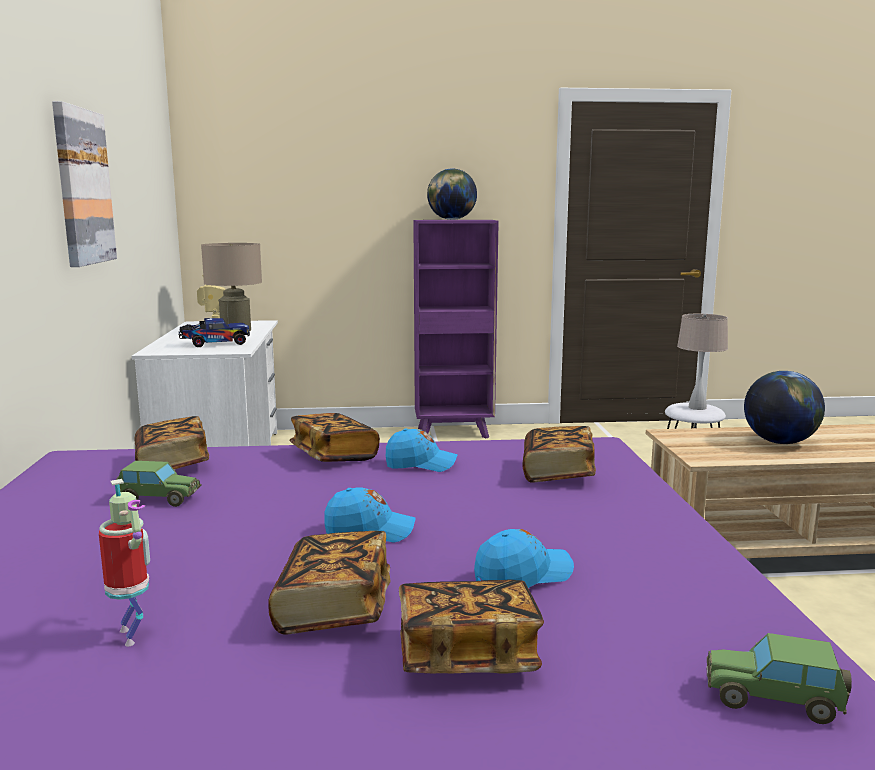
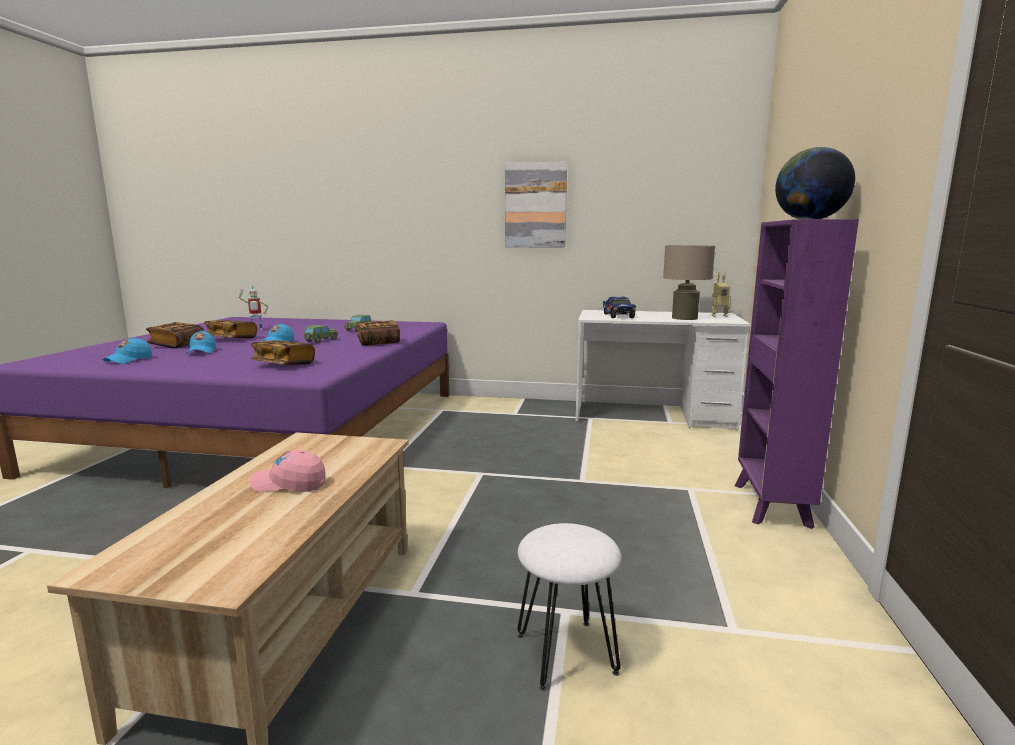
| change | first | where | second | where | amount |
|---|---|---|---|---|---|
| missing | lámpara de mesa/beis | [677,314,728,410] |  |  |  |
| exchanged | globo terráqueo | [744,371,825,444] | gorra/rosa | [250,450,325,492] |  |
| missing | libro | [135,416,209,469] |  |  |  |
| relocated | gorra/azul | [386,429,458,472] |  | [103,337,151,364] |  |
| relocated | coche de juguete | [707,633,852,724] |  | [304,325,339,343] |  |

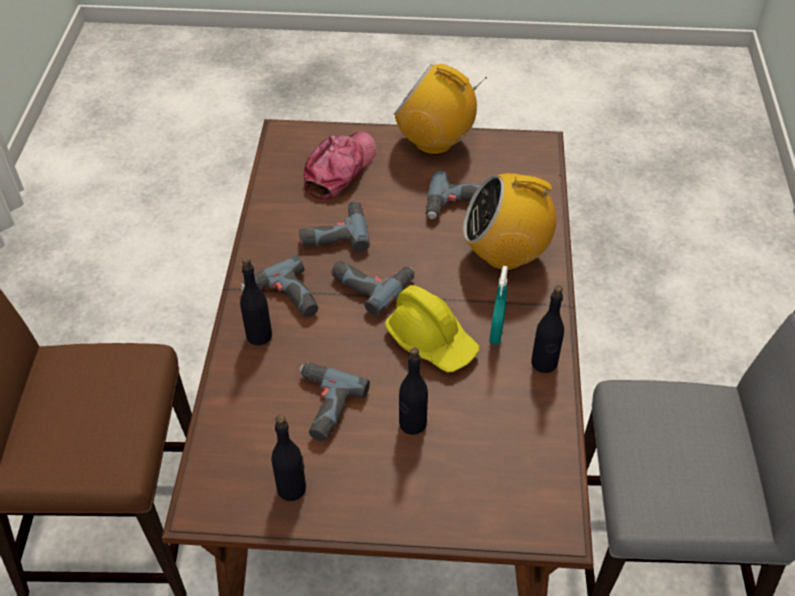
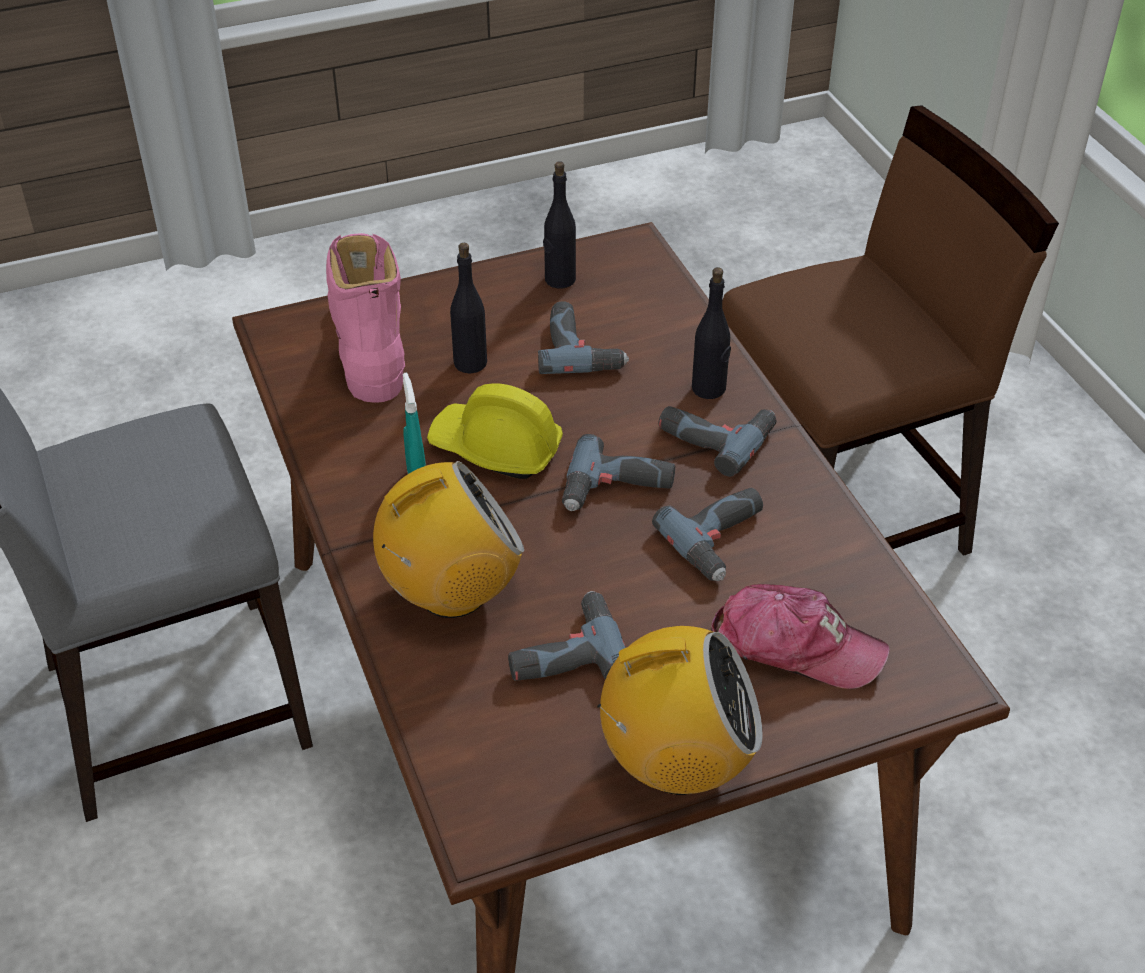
| change | first | where | second | where | amount |
|---|---|---|---|---|---|
| spun | gorra | [304,131,376,199] |  | [711,584,890,689] | 75 degrees counterclockwise |
| missing | botella/negro | [531,285,564,373] |  |  |  |
| appeared |  |  | bota/rosa | [326,233,405,403] |  |

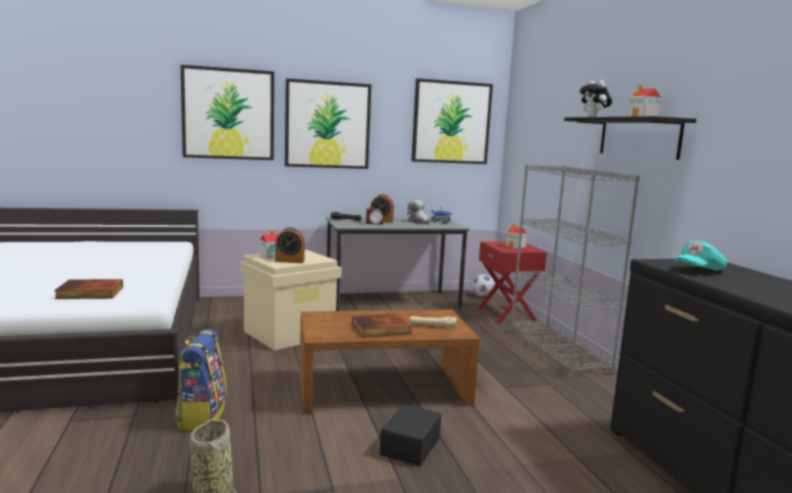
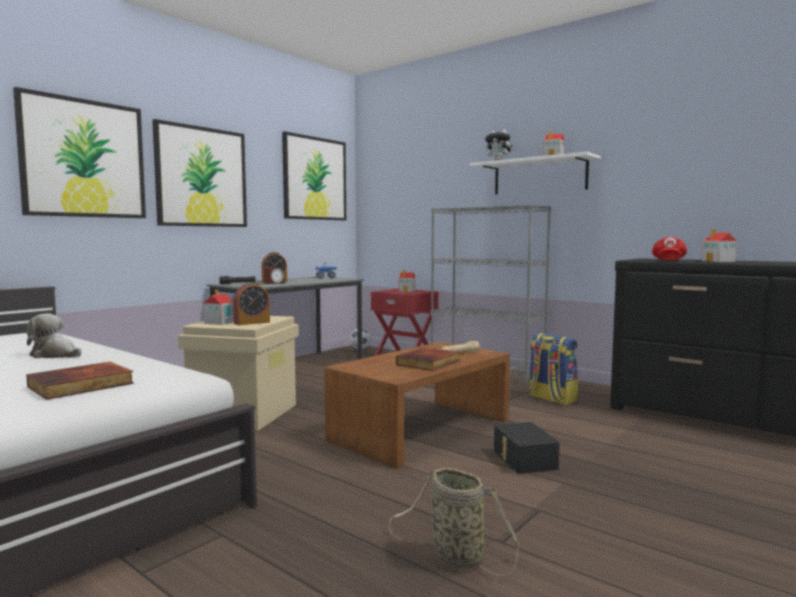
| change | first | where | second | where | amount |
|---|---|---|---|---|---|
| colour | estante/negro | [564,116,696,160] | estante/blanco | [470,152,601,194] |  |
| relocated | peluche | [407,200,430,224] |  | [26,313,81,358] |  |
| colour | gorra/turquesa | [675,240,727,271] | gorra/rojo | [652,237,687,260] |  |
| relocated | mochila | [174,329,227,430] |  | [528,333,578,405] |  |
| appeared |  |  | casita | [702,229,737,262] |  |

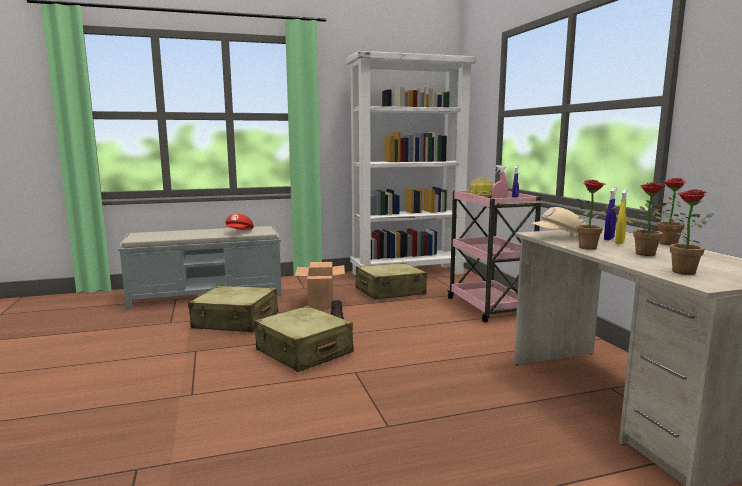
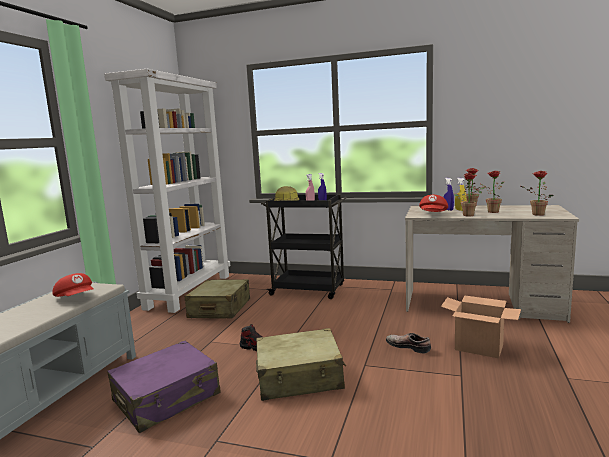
| change | first | where | second | where | amount |
|---|---|---|---|---|---|
| colour | carrito/rosa | [447,190,543,322] | carrito/negro | [261,194,347,299] |  |
| colour | gorra/beis | [531,207,586,236] | gorra/rojo | [419,195,448,212] |  |
| relocated | caja de cartón | [295,262,345,310] |  | [441,295,521,358] |  |
| colour | maleta/beis | [188,286,278,332] | maleta/morado | [107,340,221,433] |  |
| appeared |  |  | zapato | [386,333,431,353] |  |

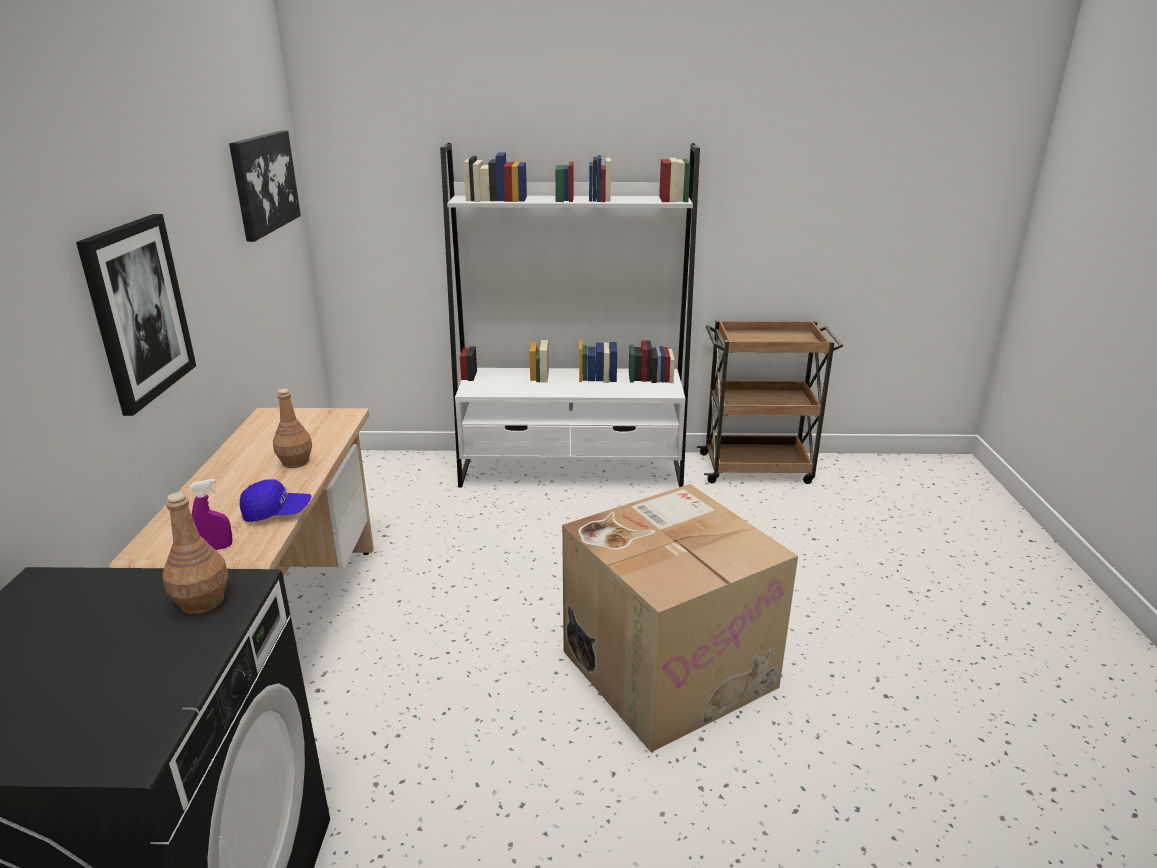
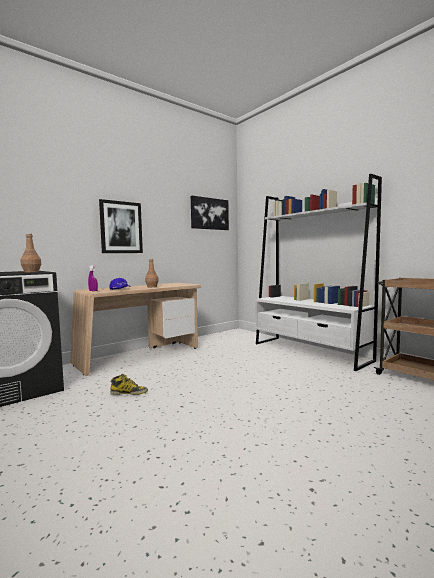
| change | first | where | second | where | amount |
|---|---|---|---|---|---|
| missing | caja de cartón | [562,484,798,752] |  |  |  |
| appeared |  |  | bota | [110,374,148,395] |  |

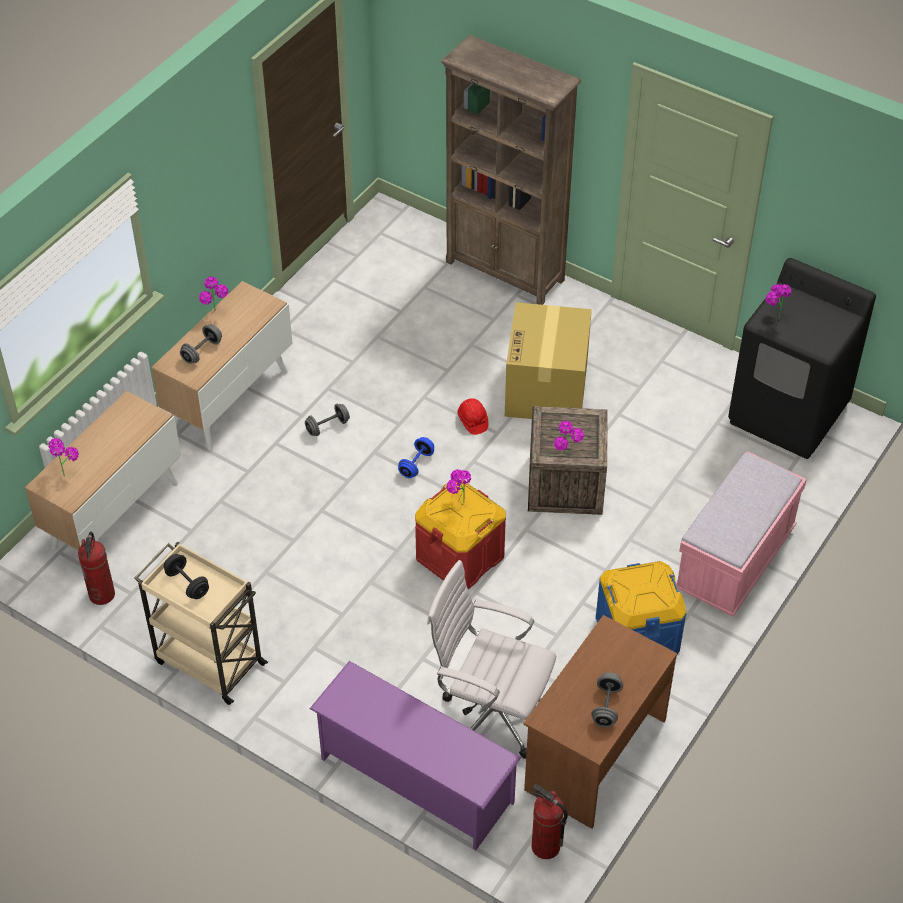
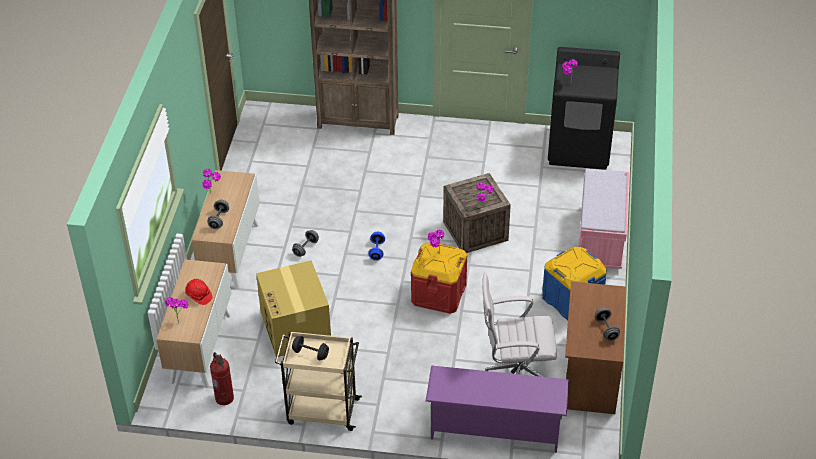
| change | first | where | second | where | amount |
|---|---|---|---|---|---|
| relocated | caja de cartón | [505,302,592,419] |  | [256,260,331,357] |  |
| relocated | casco/rojo | [457,398,488,435] |  | [185,279,213,305] |  |
| missing | extintor | [532,784,568,859] |  |  |  |

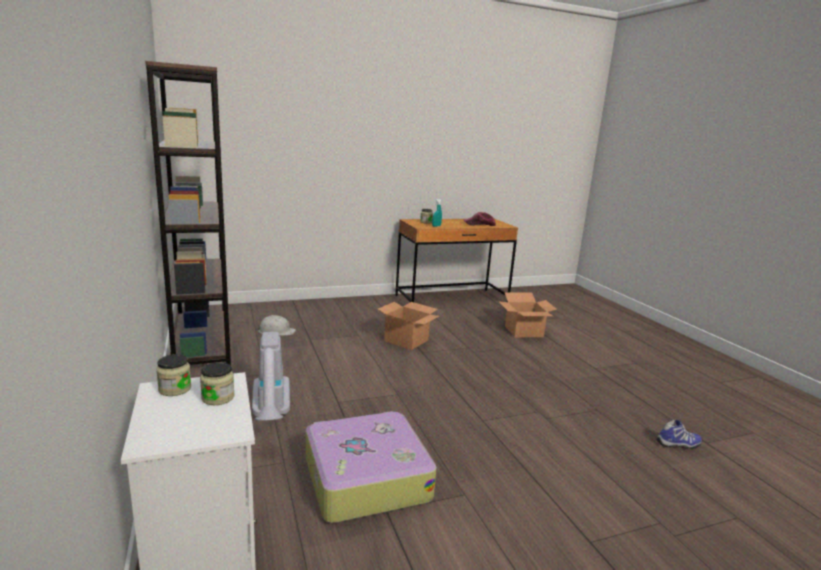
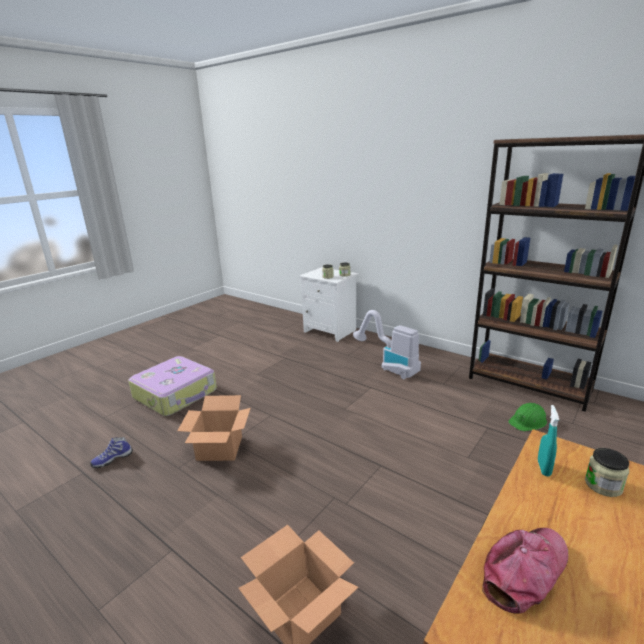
| change | first | where | second | where | amount |
|---|---|---|---|---|---|
| relocated | caja de cartón | [378,302,439,350] |  | [177,395,251,461] |  |
| colour | casco/blanco | [256,315,296,336] | casco/verde | [508,403,547,431] |  |
| relocated | maleta | [306,411,437,523] |  | [128,356,217,416] |  |

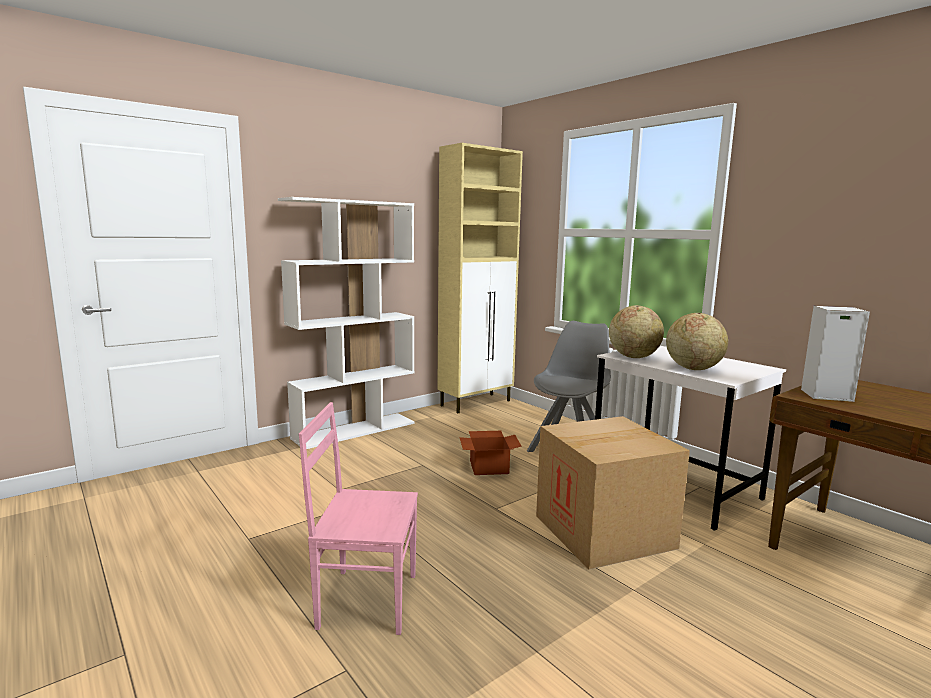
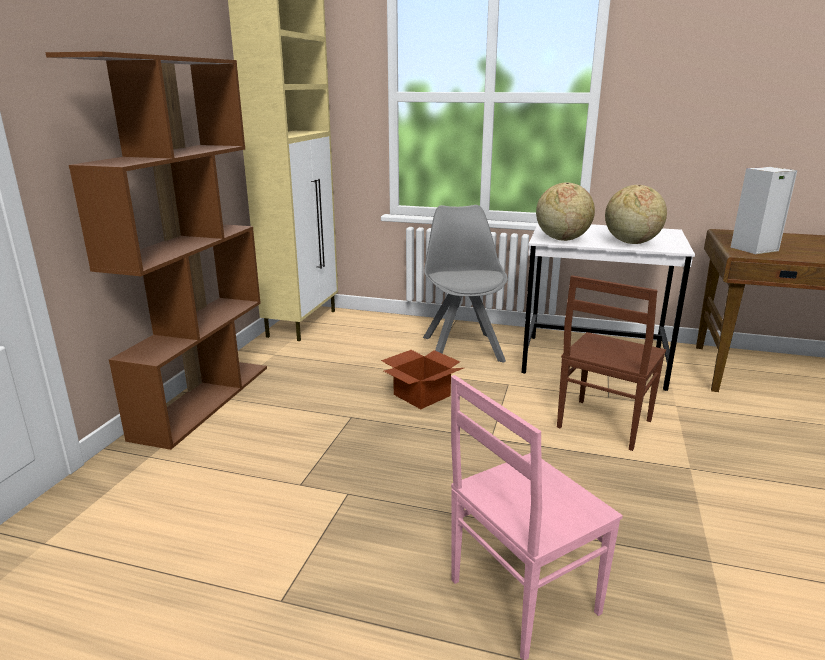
| change | first | where | second | where | amount |
|---|---|---|---|---|---|
| colour | estantería/blanco | [278,197,415,449] | estantería/marrón | [45,51,267,450] |  |
| exchanged | caja de cartón | [536,416,690,570] | silla/marrón | [557,275,666,451] |  |

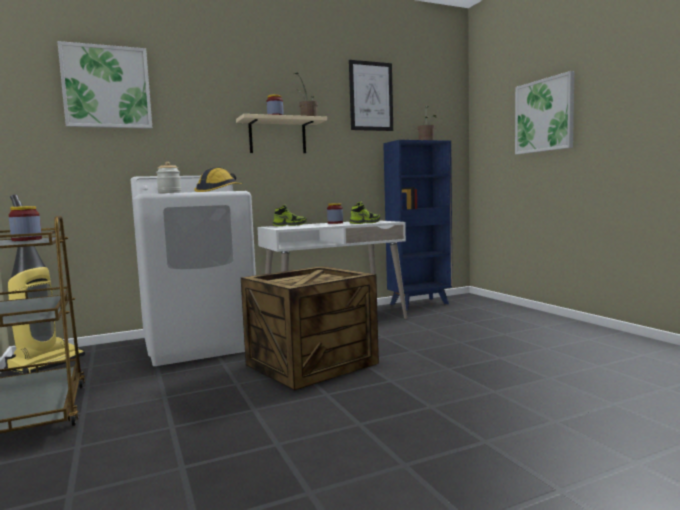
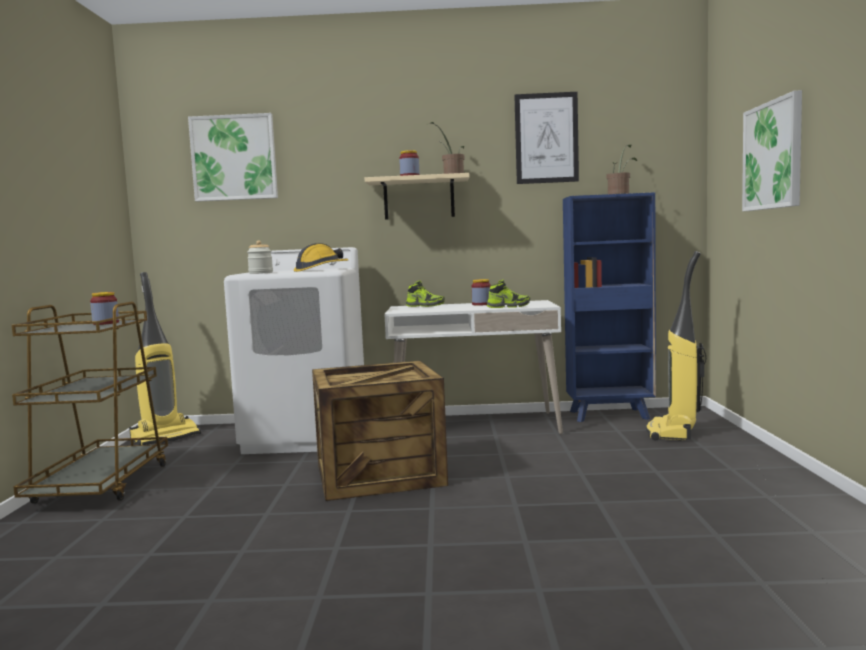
| change | first | where | second | where | amount |
|---|---|---|---|---|---|
| appeared |  |  | aspiradora | [646,251,706,441] |  |

